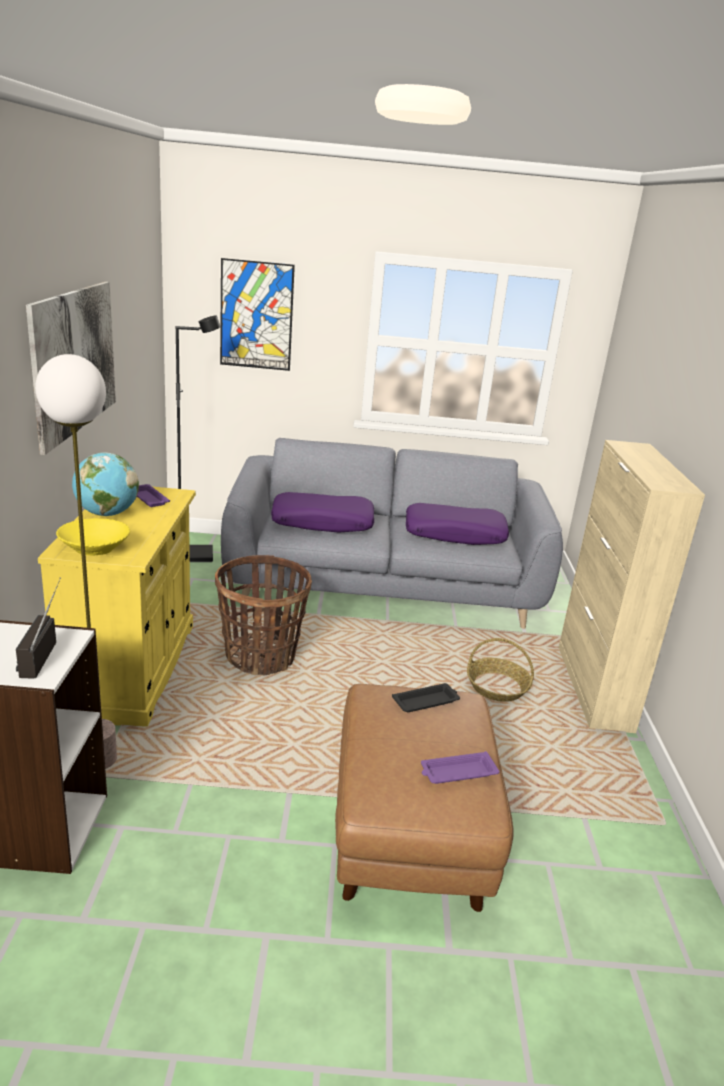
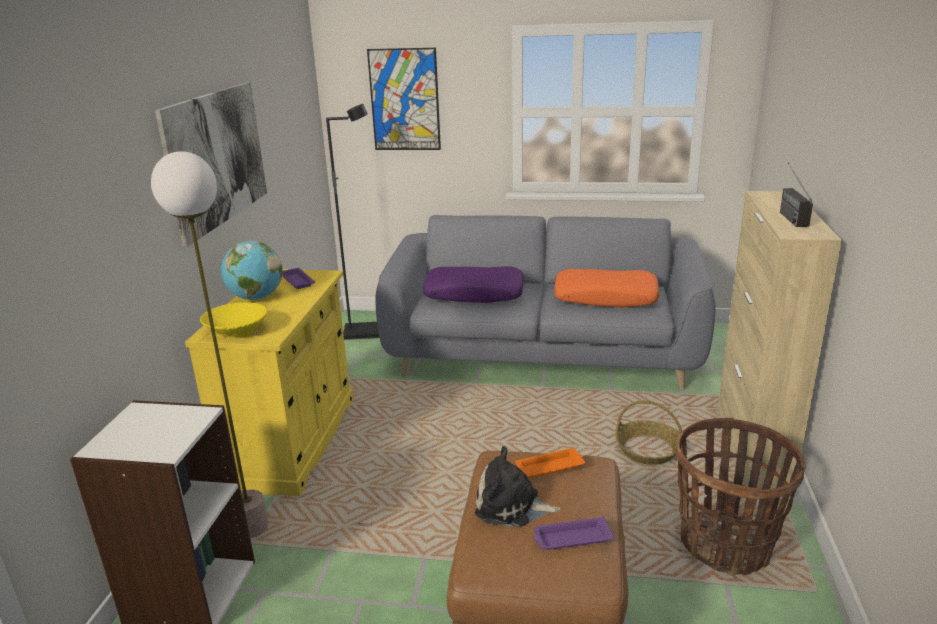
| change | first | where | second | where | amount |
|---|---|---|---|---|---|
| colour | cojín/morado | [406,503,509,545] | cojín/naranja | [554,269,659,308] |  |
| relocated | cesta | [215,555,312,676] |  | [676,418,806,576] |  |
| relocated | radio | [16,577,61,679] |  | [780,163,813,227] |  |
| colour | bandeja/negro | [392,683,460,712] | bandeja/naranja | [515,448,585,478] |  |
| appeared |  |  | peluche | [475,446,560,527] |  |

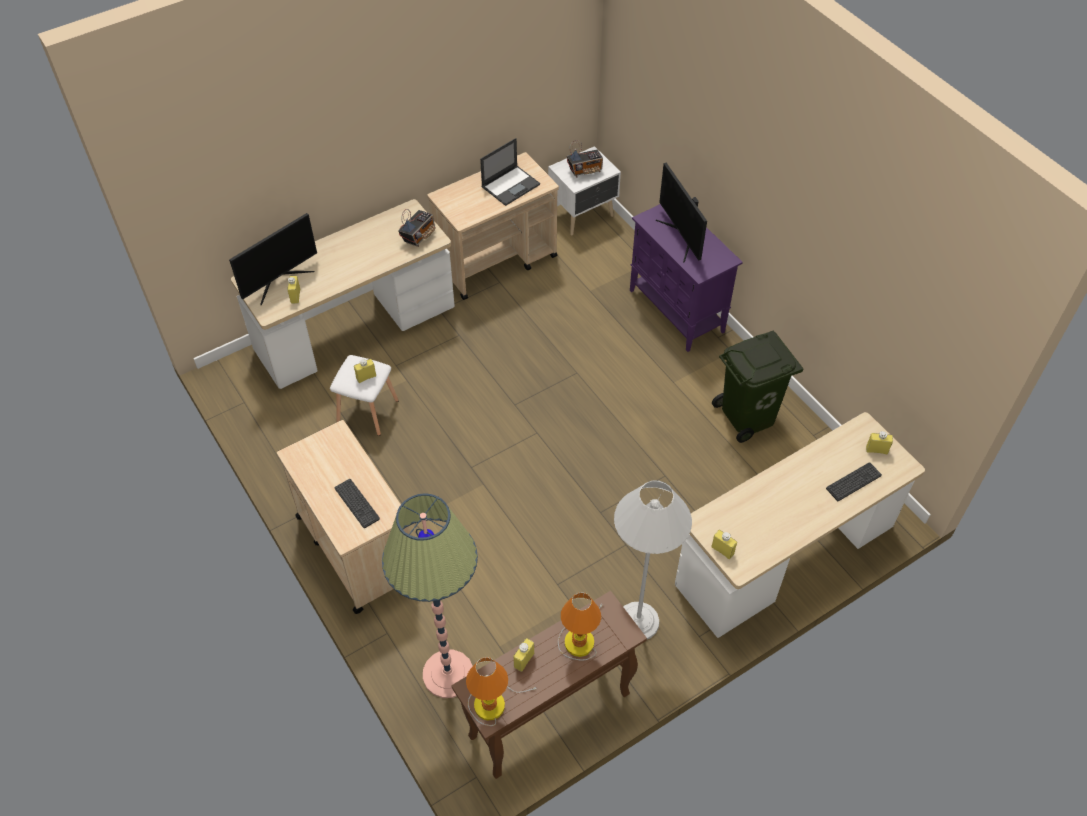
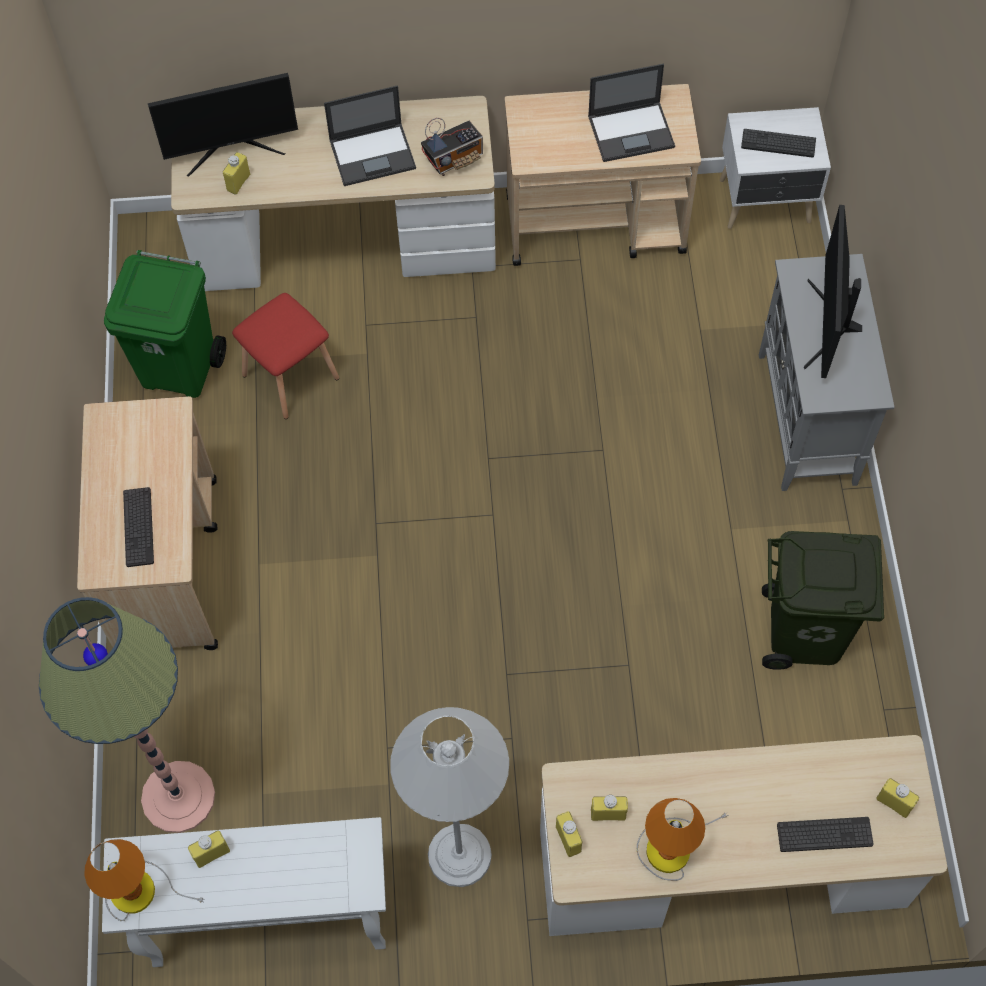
| change | first | where | second | where | amount |
|---|---|---|---|---|---|
| exchanged | radio | [567,140,603,178] | teclado | [741,129,816,158] |  |
| colour | armario/morado | [630,204,743,352] | armario/gris | [759,254,895,491] |  |
| colour | taburete/blanco | [330,355,399,436] | taburete/rojo | [232,293,339,419] |  |
| relocated | botella/amarillo | [354,359,376,383] |  | [591,795,628,821] |  |
| colour | mesa consola/marrón | [451,591,647,779] | mesa consola/blanco | [102,817,386,967] |  |
| relocated | lámpara de mesa | [558,592,604,661] |  | [637,798,729,881] |  |
| appeared |  |  | portátil | [324,86,416,186] |  |
| appeared |  |  | papelera/verde | [104,250,226,398] |  |

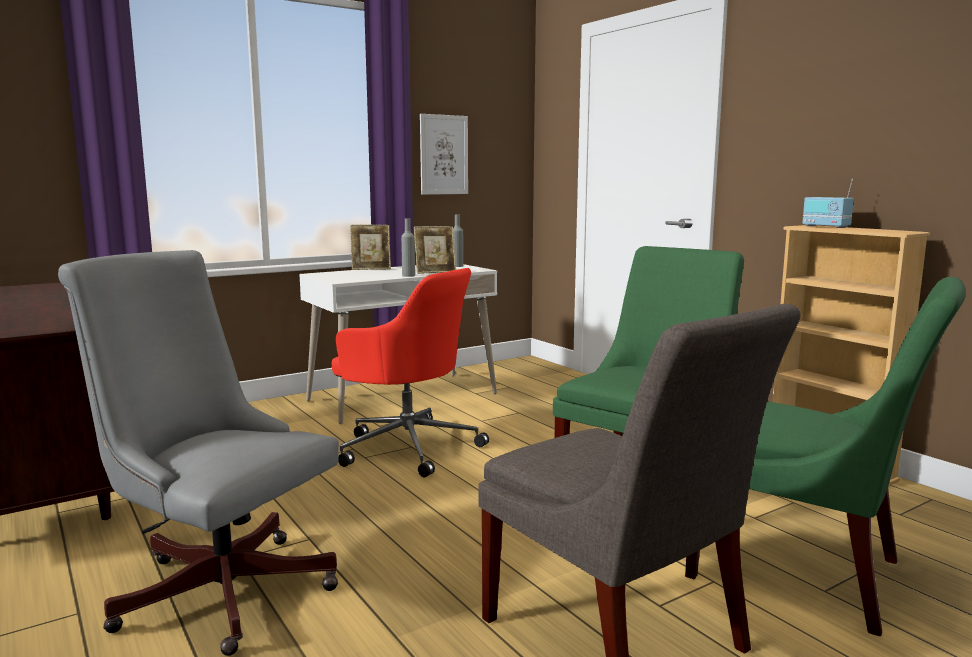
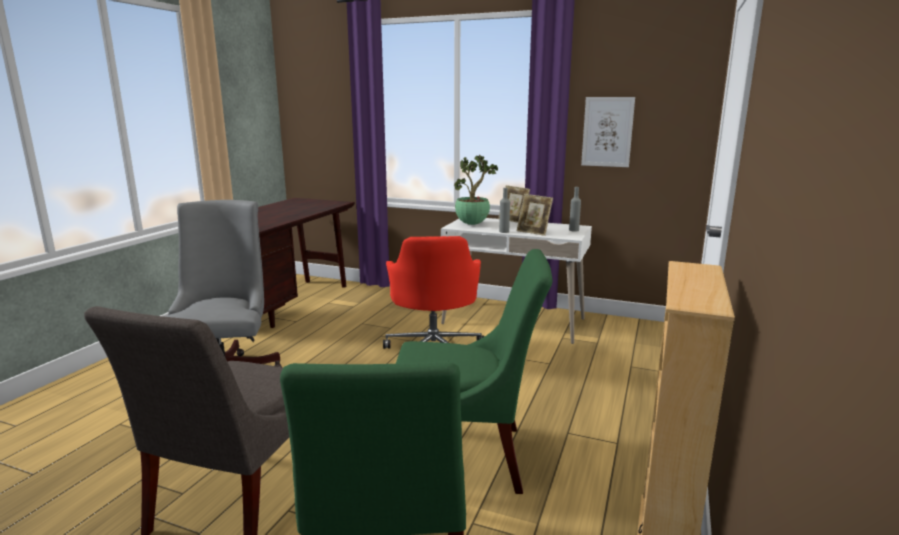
| change | first | where | second | where | amount |
|---|---|---|---|---|---|
| missing | radio | [803,179,854,228] |  |  |  |
| appeared |  |  | planta en maceta | [454,155,498,225] |  |

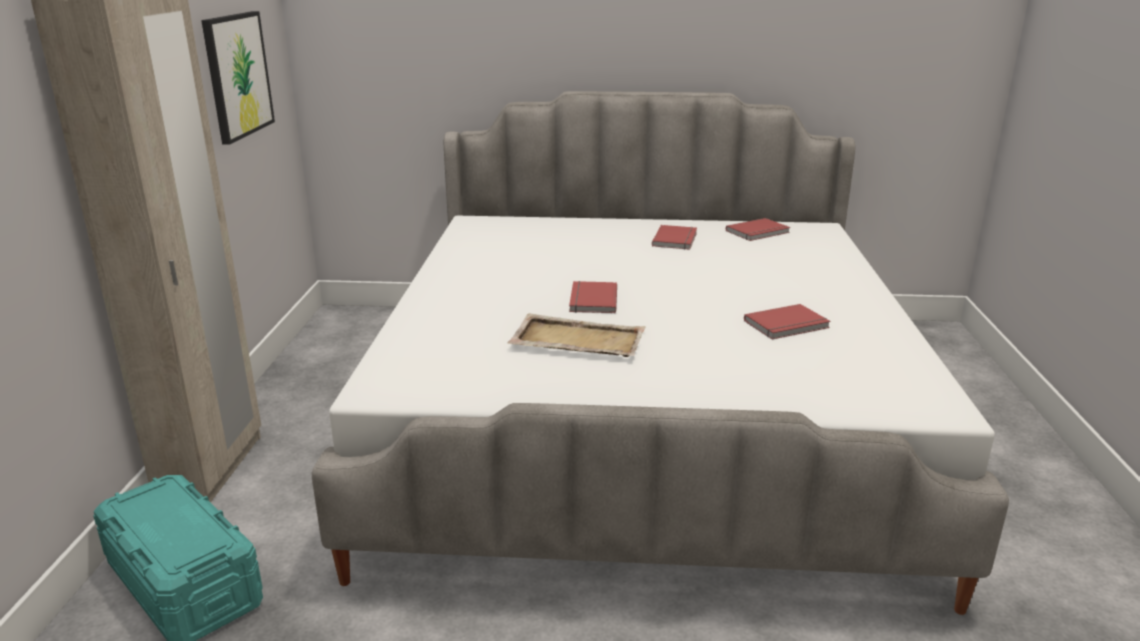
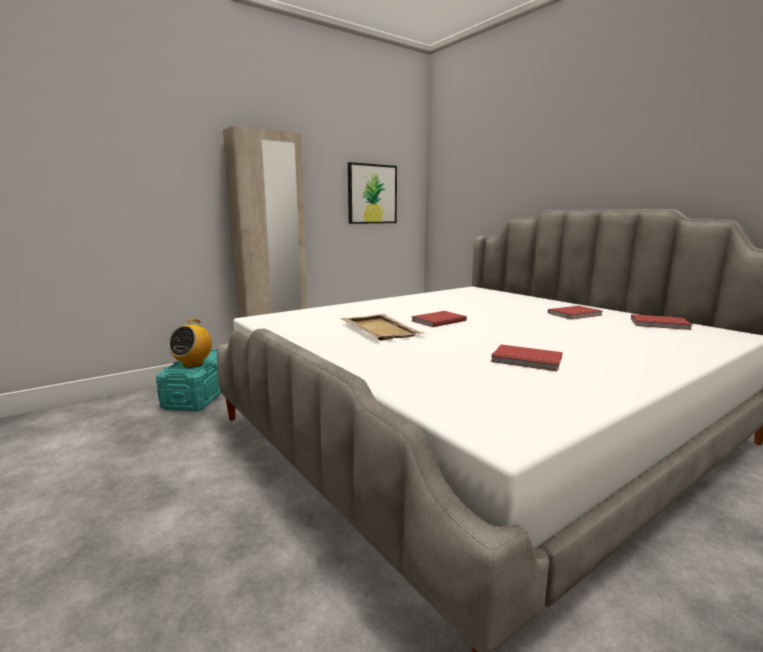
| change | first | where | second | where | amount |
|---|---|---|---|---|---|
| appeared |  |  | radio | [169,319,212,368] |  |

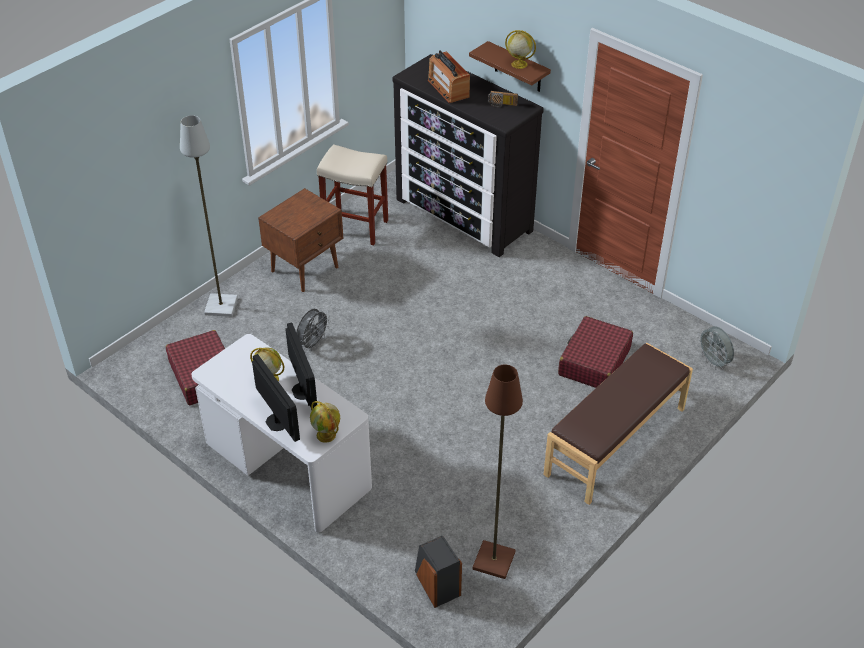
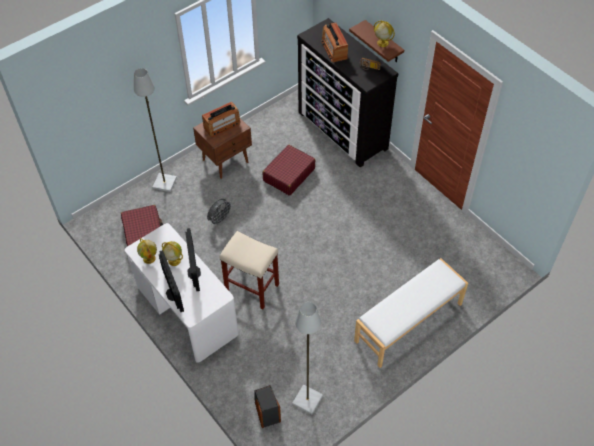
| change | first | where | second | where | amount |
|---|---|---|---|---|---|
| relocated | taburete/beis | [317,144,388,245] |  | [219,231,279,309] |  |
| relocated | maleta/rojo | [558,316,633,388] |  | [263,145,315,196] |  |
| missing | ventilador/gris | [697,326,734,369] |  |  |  |
| colour | banco/marrón | [544,343,693,505] | banco/blanco | [354,258,468,368] |  |
| colour | lámpara de pie/marrón | [473,365,523,579] | lámpara de pie/gris | [292,302,323,414] |  |
| relocated | globo terráqueo | [310,401,340,443] |  | [137,238,157,264] |  |
| appeared |  |  | radio | [202,102,240,137] |  |

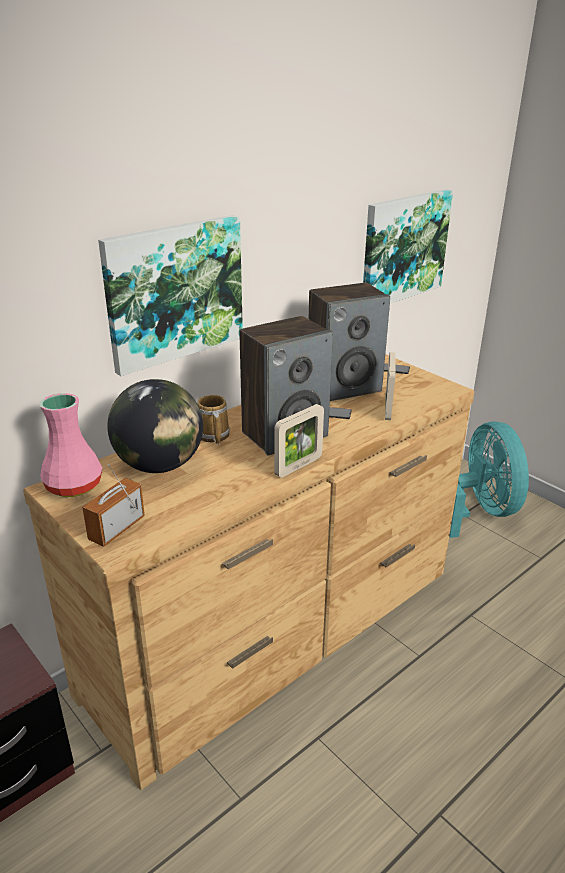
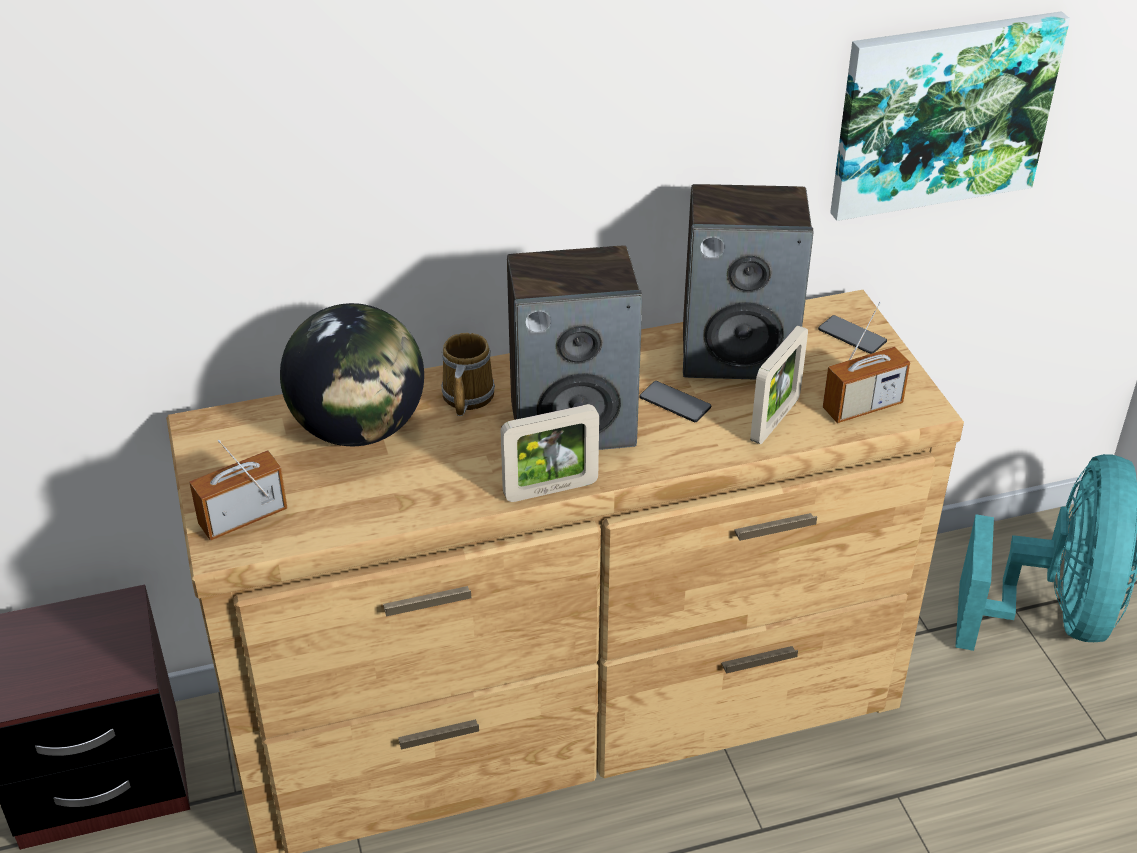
| change | first | where | second | where | amount |
|---|---|---|---|---|---|
| missing | cuadro | [98,215,243,376] |  |  |  |
| missing | florero/rosa | [39,393,102,497] |  |  |  |
| appeared |  |  | radio | [823,302,910,423] |  |

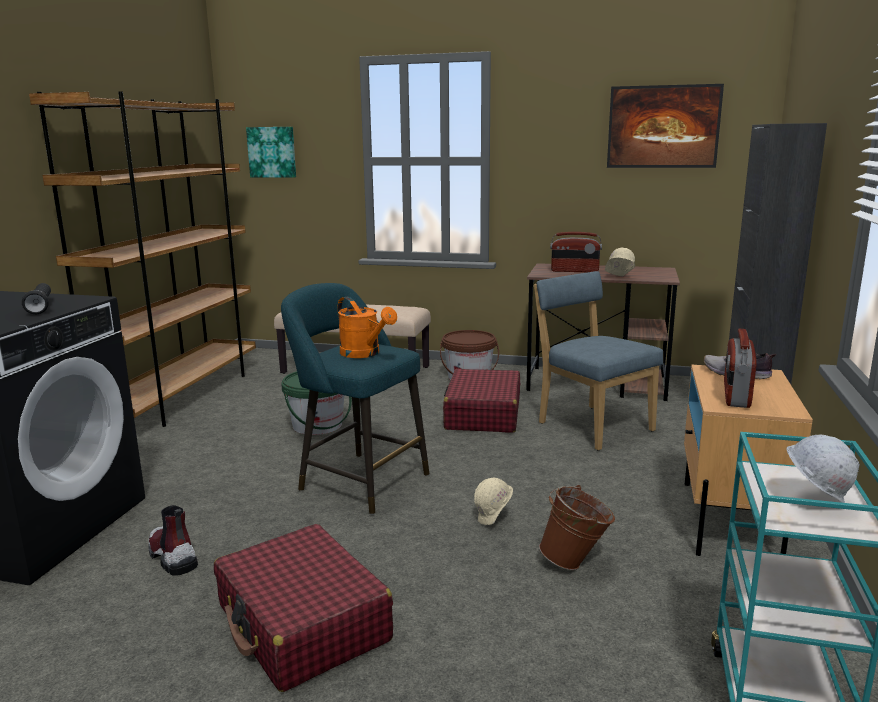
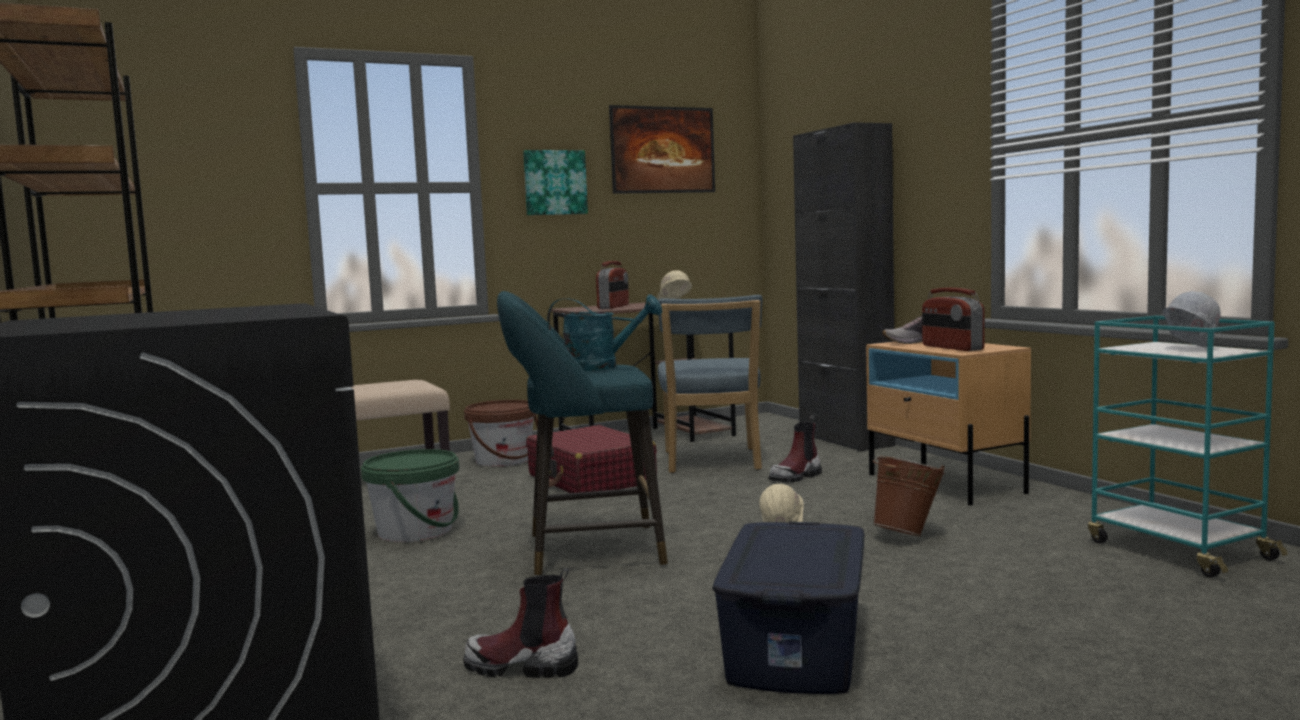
| change | first | where | second | where | amount |
|---|---|---|---|---|---|
| relocated | cuadro | [246,127,296,178] |  | [523,150,588,215] |  |
| spun | radio | [550,232,602,272] |  | [596,261,629,309] | 45 degrees counterclockwise |
| spun | silla/azul | [534,271,663,451] |  | [658,295,763,473] | 105 degrees counterclockwise |
| missing | linterna/negro | [22,283,51,314] |  |  |  |
| colour | regadera/naranja | [337,297,397,358] | regadera/turquesa | [547,294,662,371] |  |
| exchanged | maleta/rojo | [214,524,393,692] | caja de almacenaje/azul | [713,522,864,694] |  |
| appeared |  |  | bota | [769,415,822,482] |  |

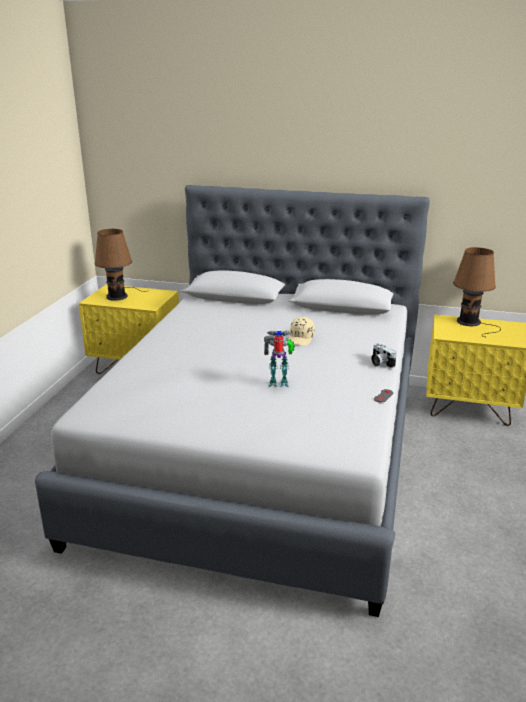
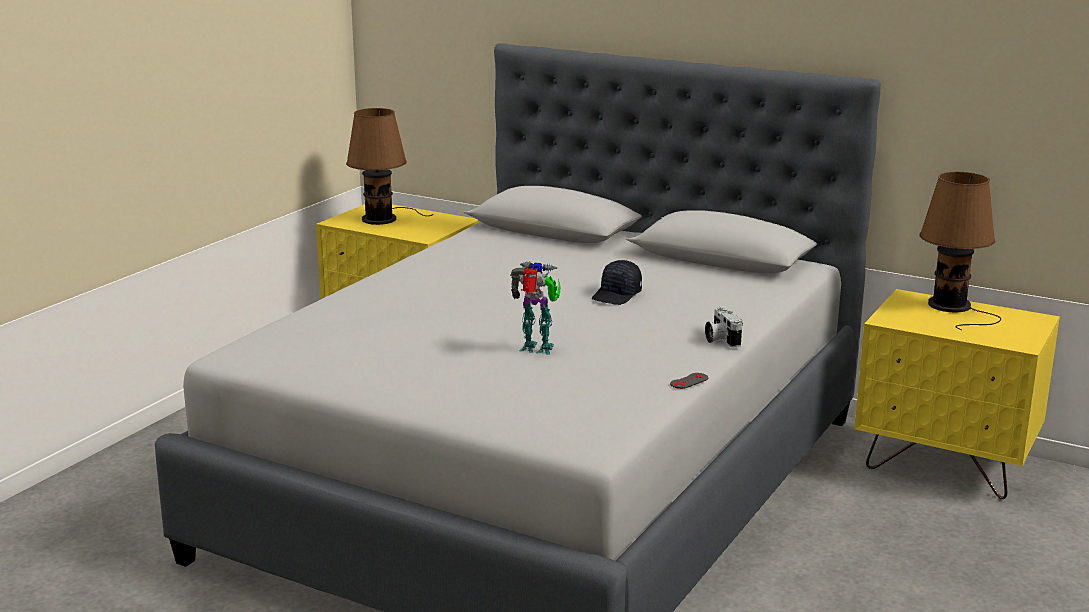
| change | first | where | second | where | amount |
|---|---|---|---|---|---|
| colour | gorra/beis | [288,317,315,345] | gorra/negro | [592,260,642,305] |  |

